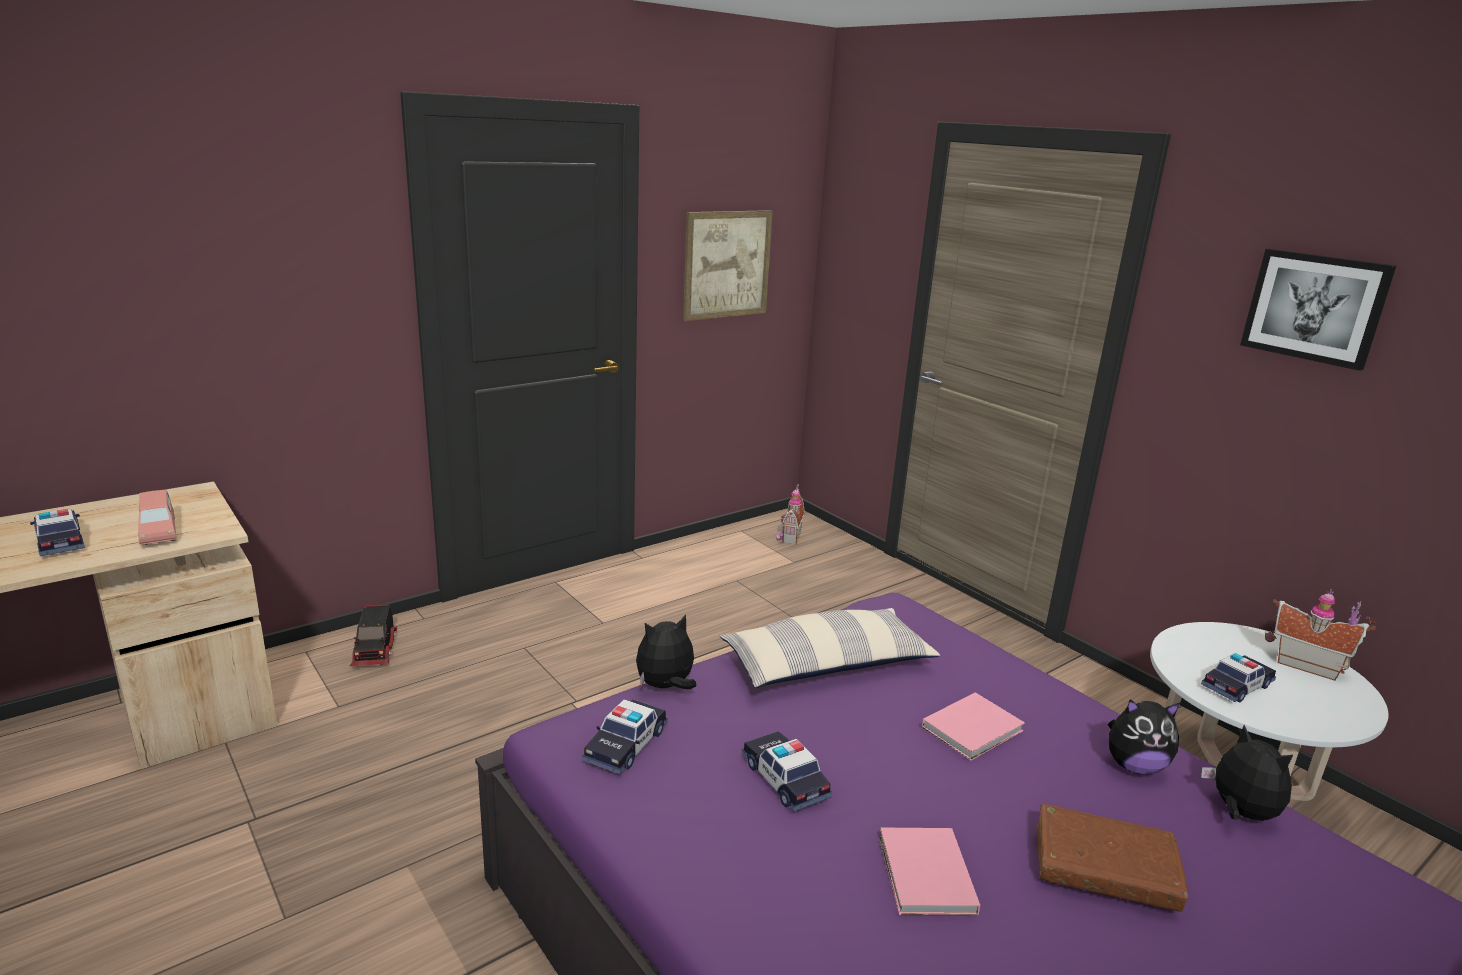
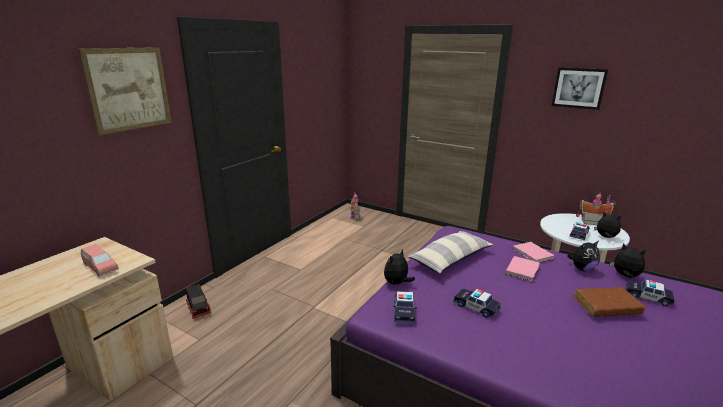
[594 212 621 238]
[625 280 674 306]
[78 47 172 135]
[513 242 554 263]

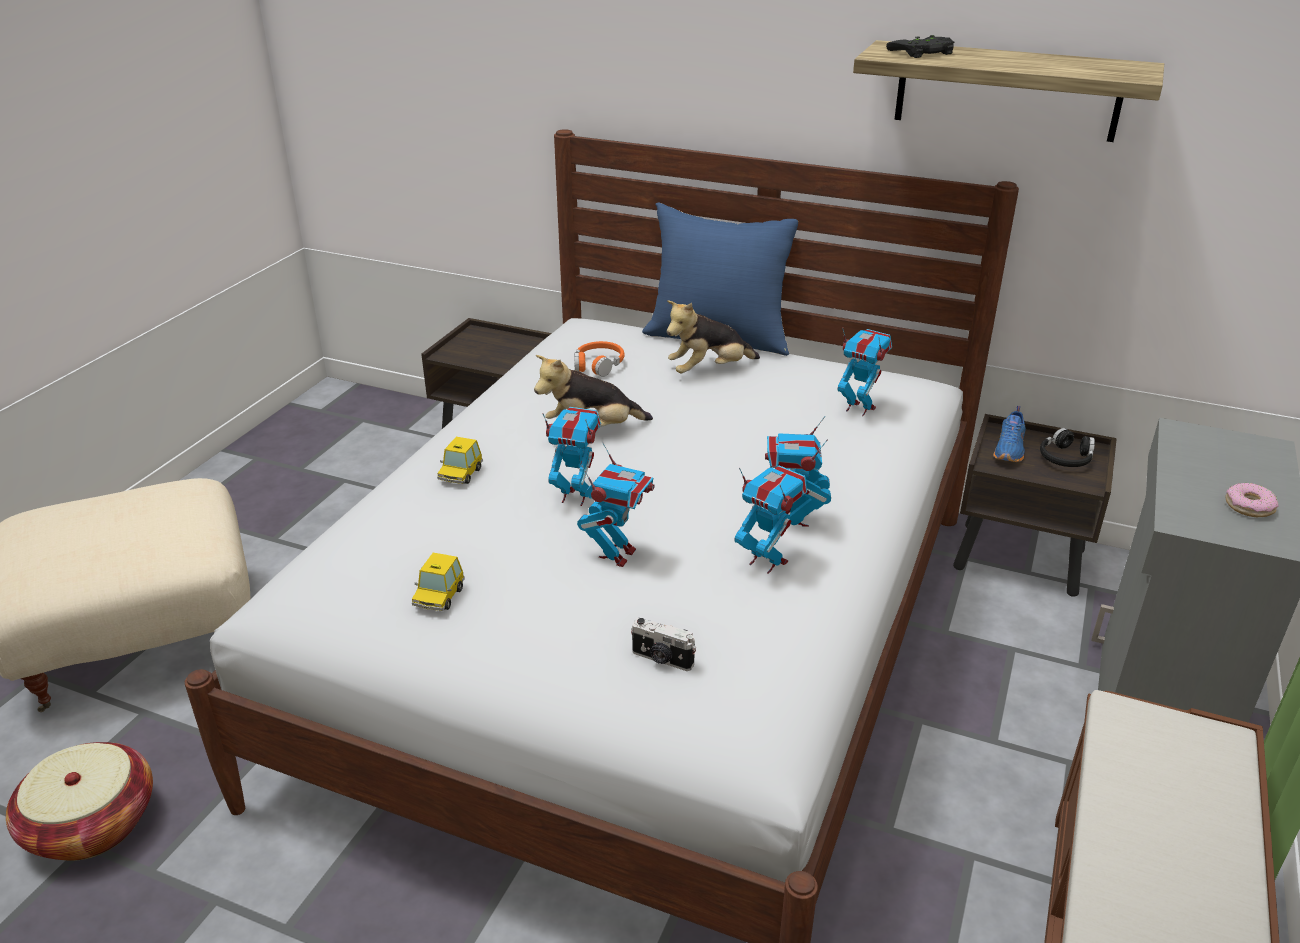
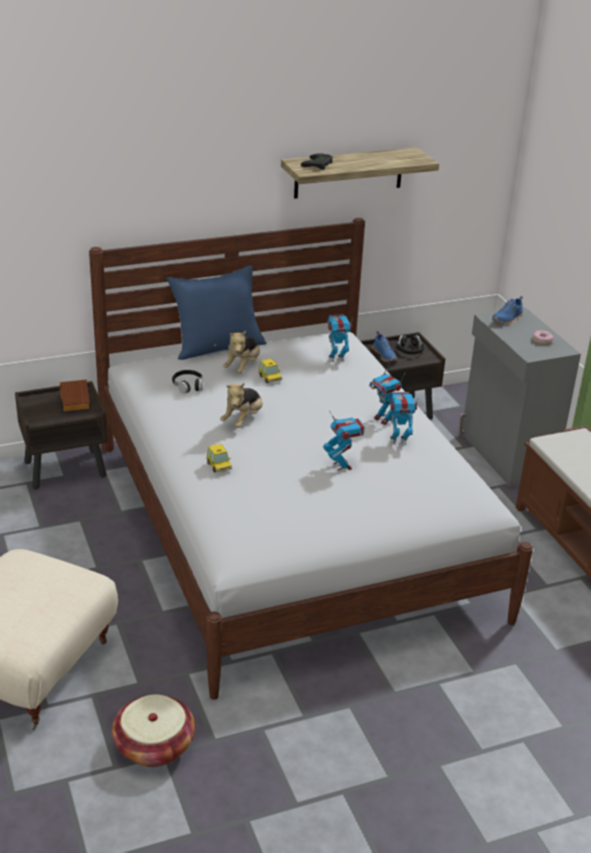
[543 407 601 506] (first image)
[631 618 696 671] (first image)
[60 379 90 411]
[492 296 523 324]
[258 359 282 383]
[172 370 203 394]

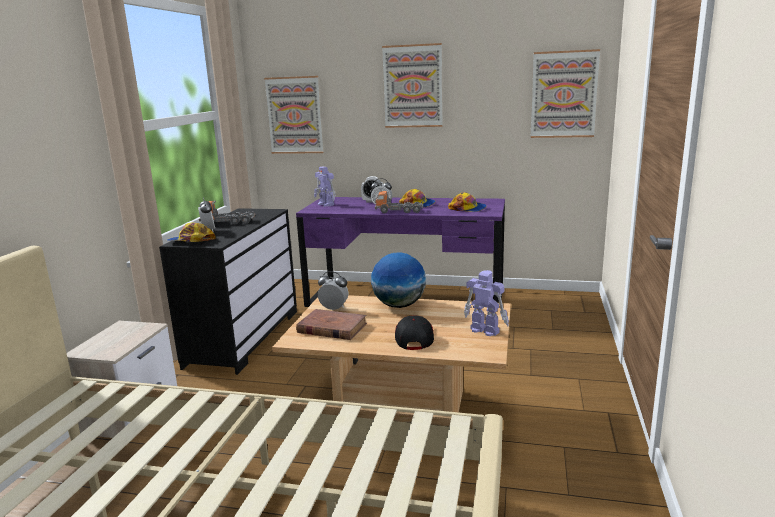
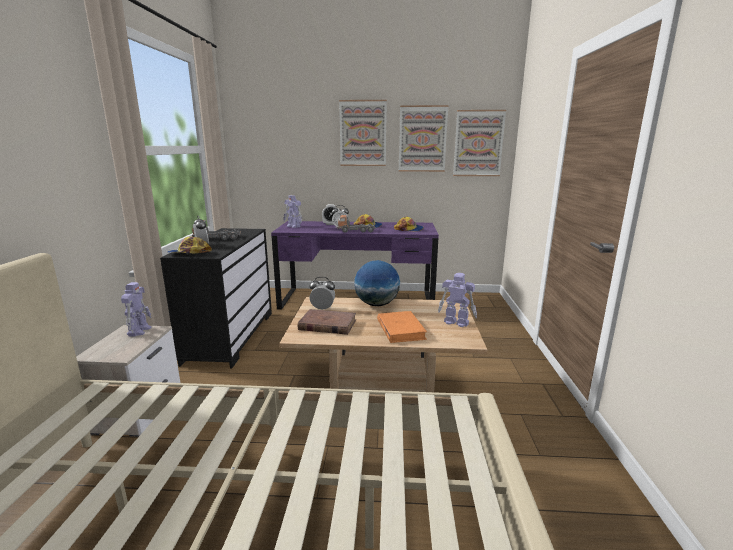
[121 282 151 336]
[399 105 448 172]
[377 311 427 343]

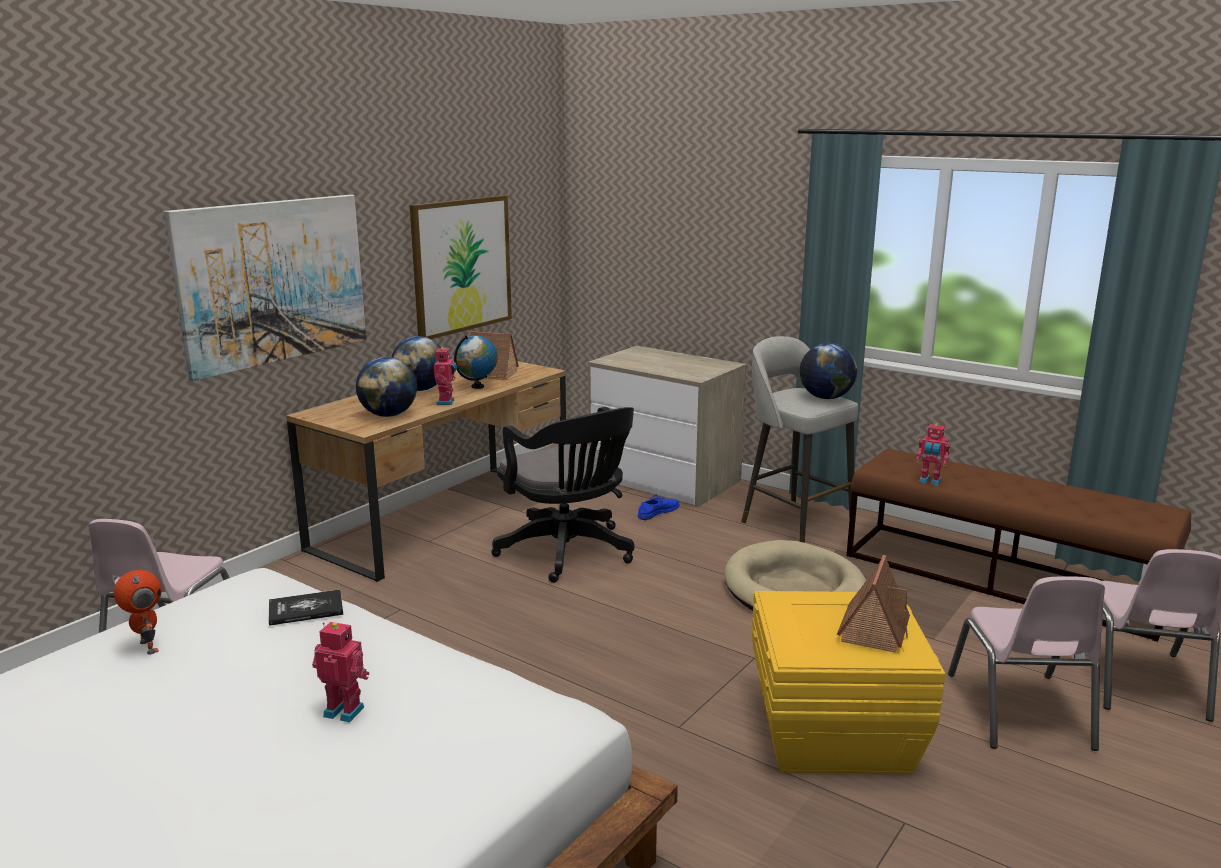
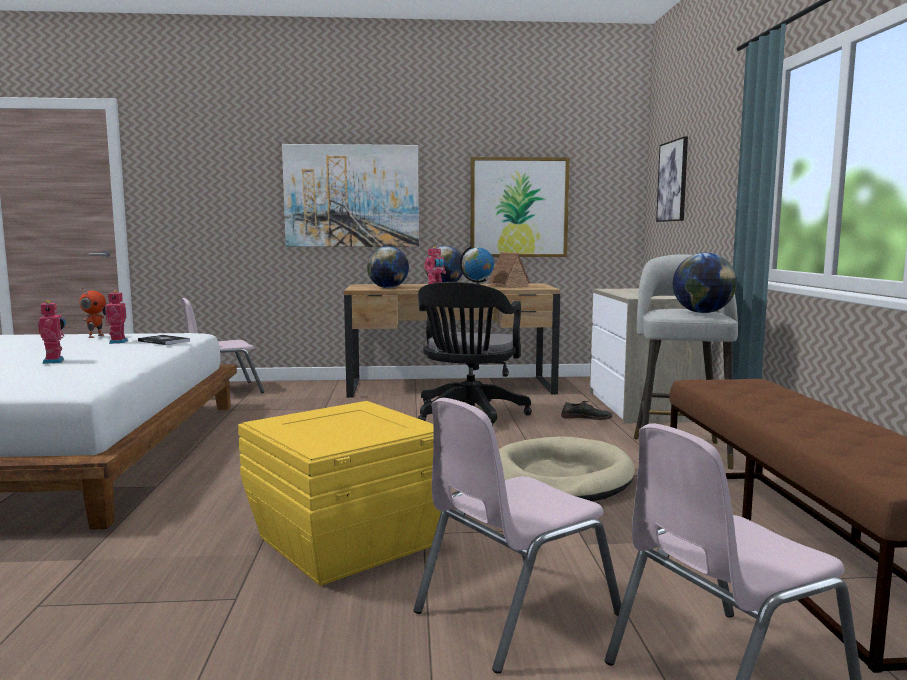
[837 555 910 653] (first image)
[656 136 688 222]
[103 290 128 344]
[561 401 613 420]

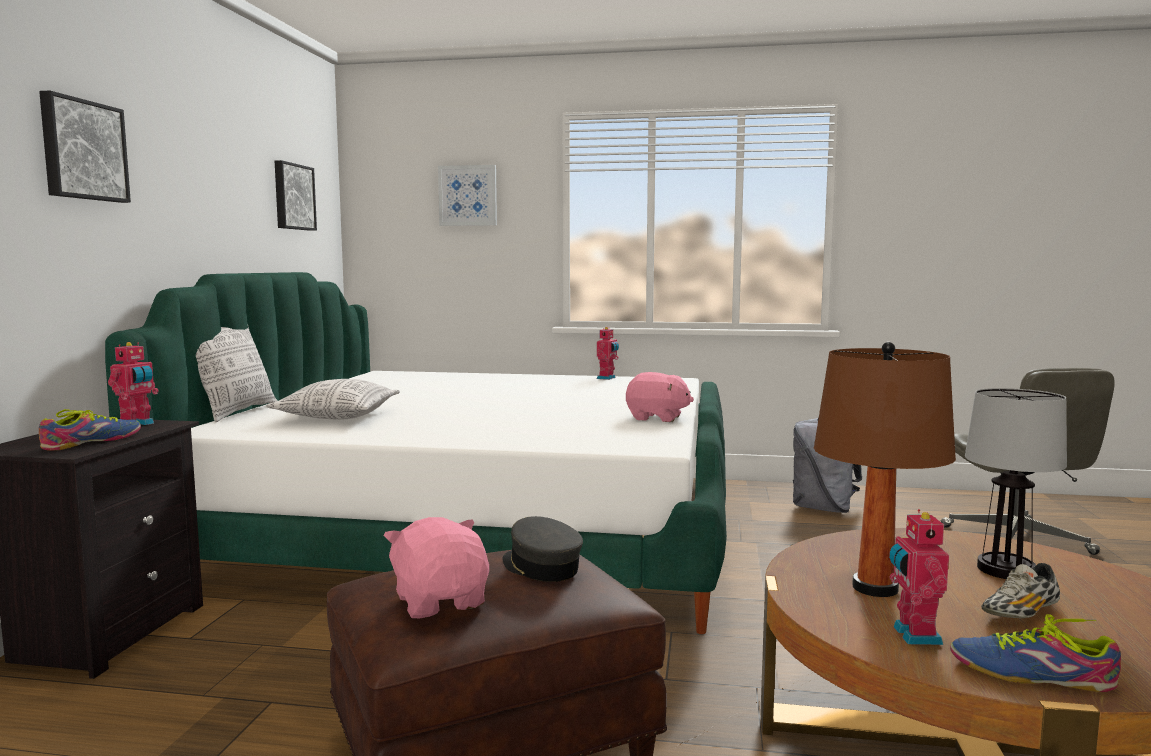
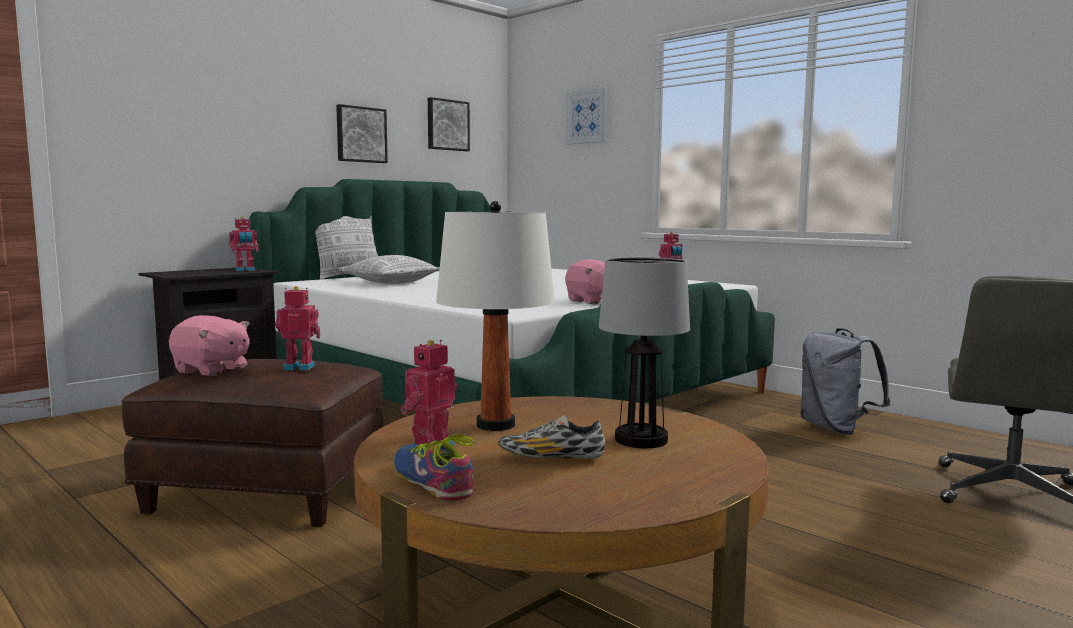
[39 409 141 451] (first image)
[336 104 388 163]
[275 286 320 370]
[436 201 555 431]
[169 315 250 376]

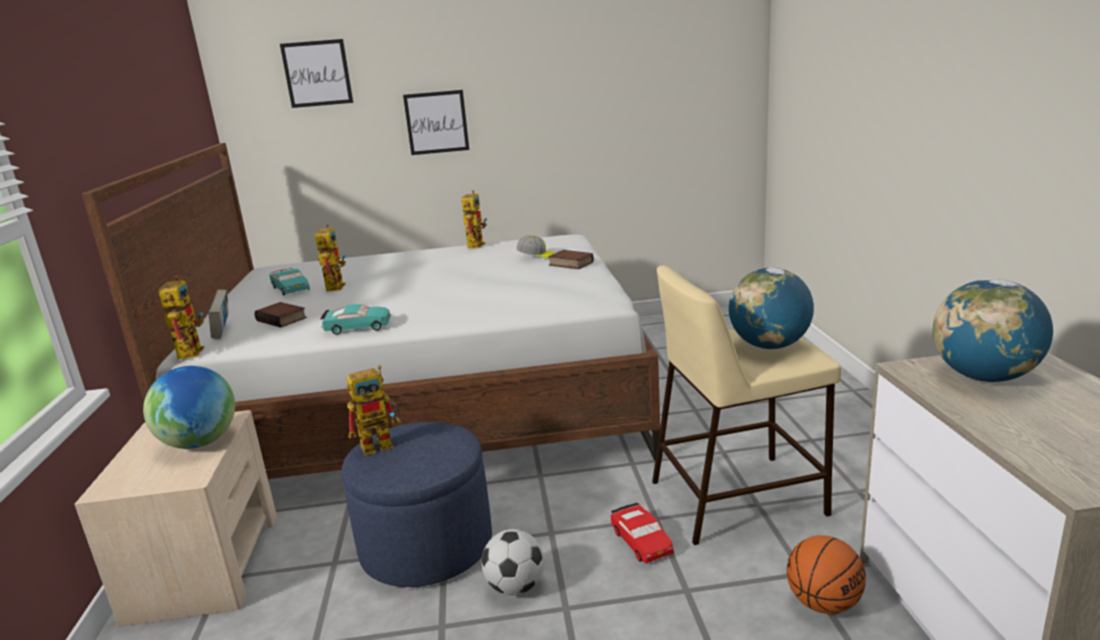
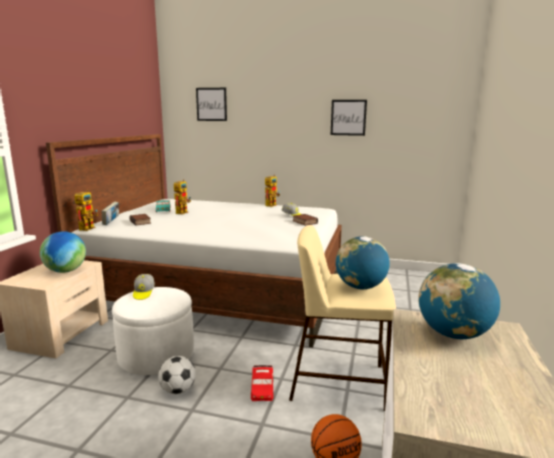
[320 304 391 335] (first image)
[331 100 367 136]
[133 274 155 300]
[112 287 194 375]

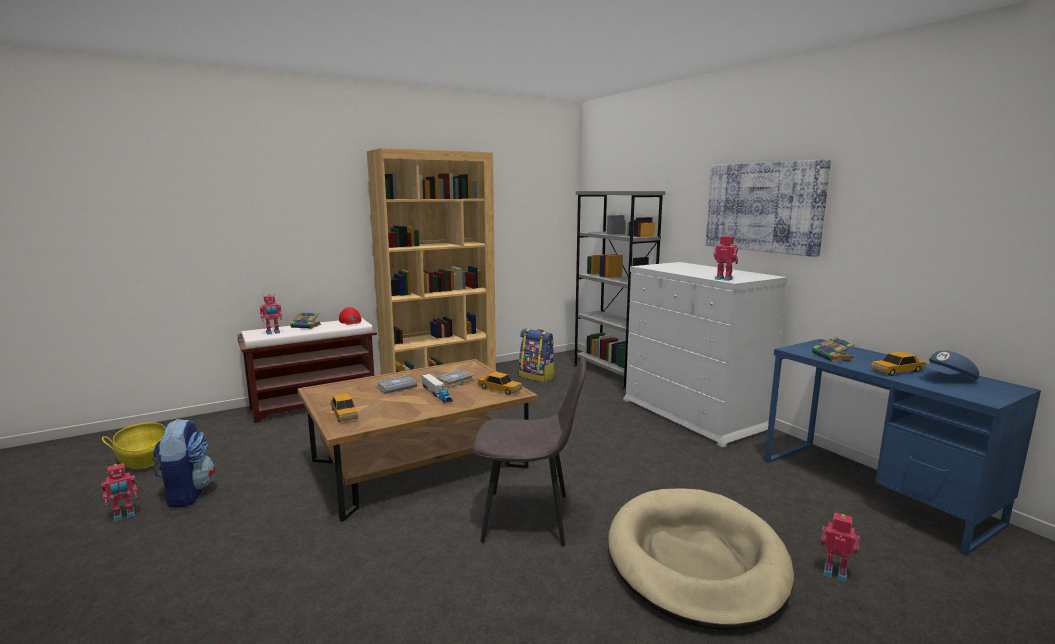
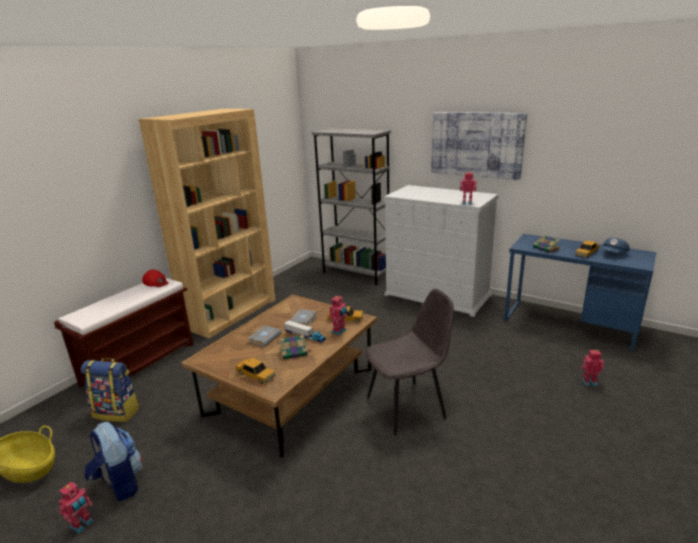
[608 488 794 631] (first image)
[329 296 348 335]
[279 334 312 360]
[81 358 140 422]

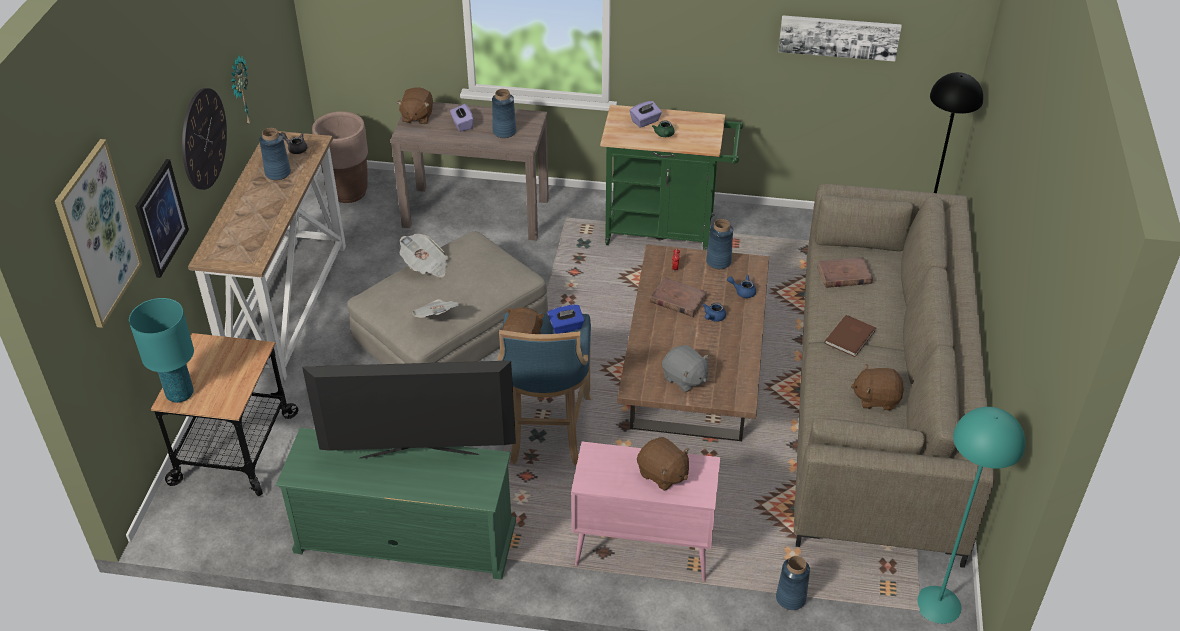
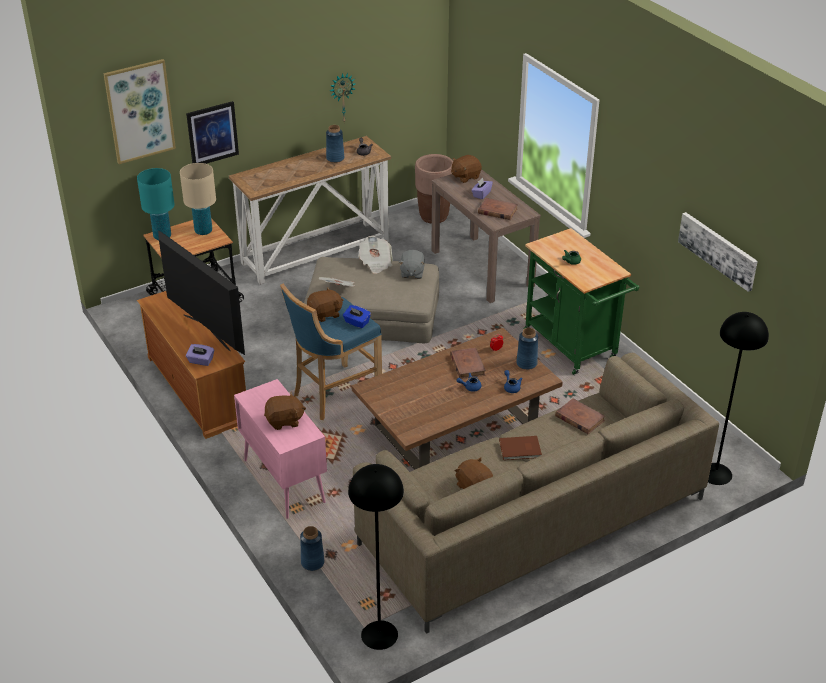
[182 88 227 190] (first image)
[180 163 216 235]
[186 344 214 366]
[399 250 425 279]
[478 198 518 220]
[137 291 246 439]
[348 464 404 650]
[264 392 306 430]

